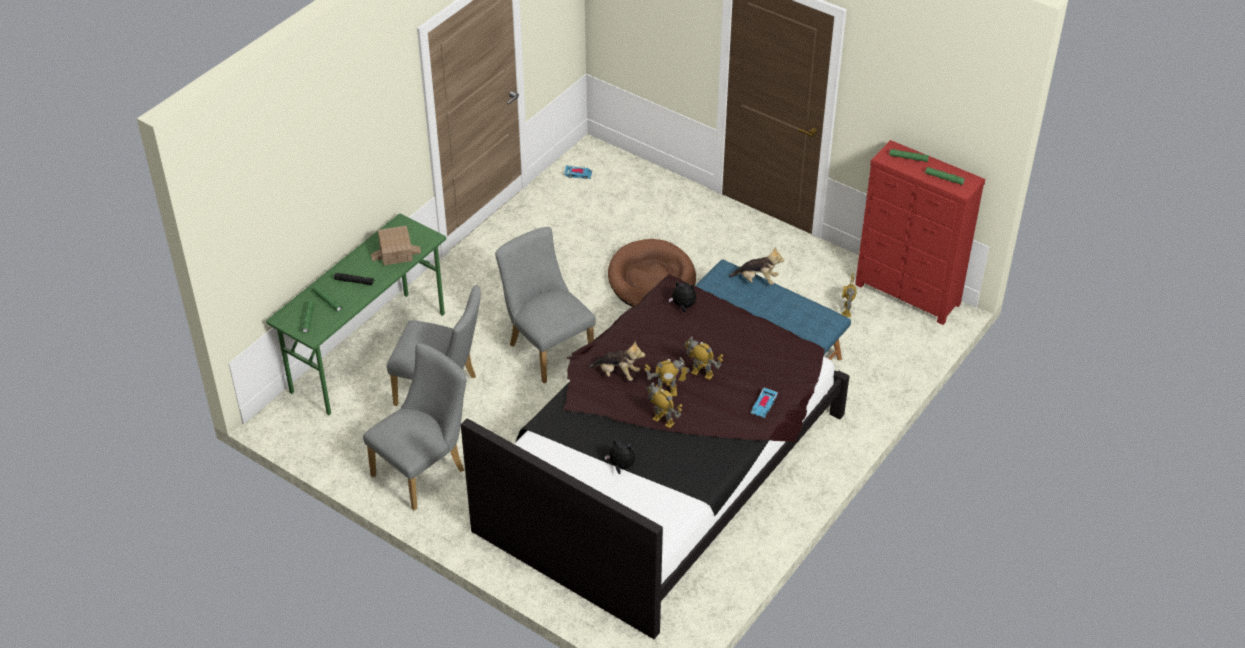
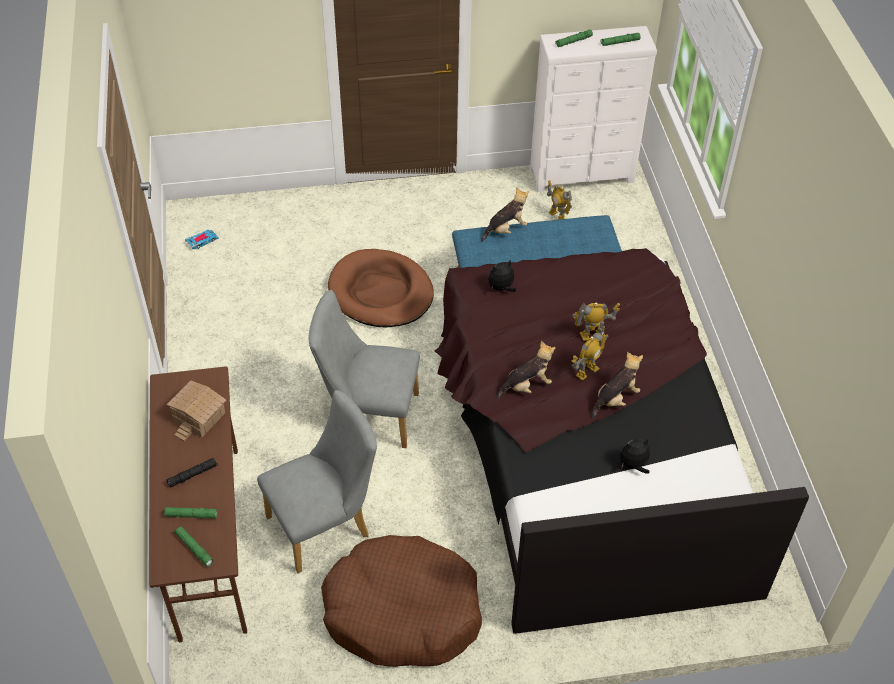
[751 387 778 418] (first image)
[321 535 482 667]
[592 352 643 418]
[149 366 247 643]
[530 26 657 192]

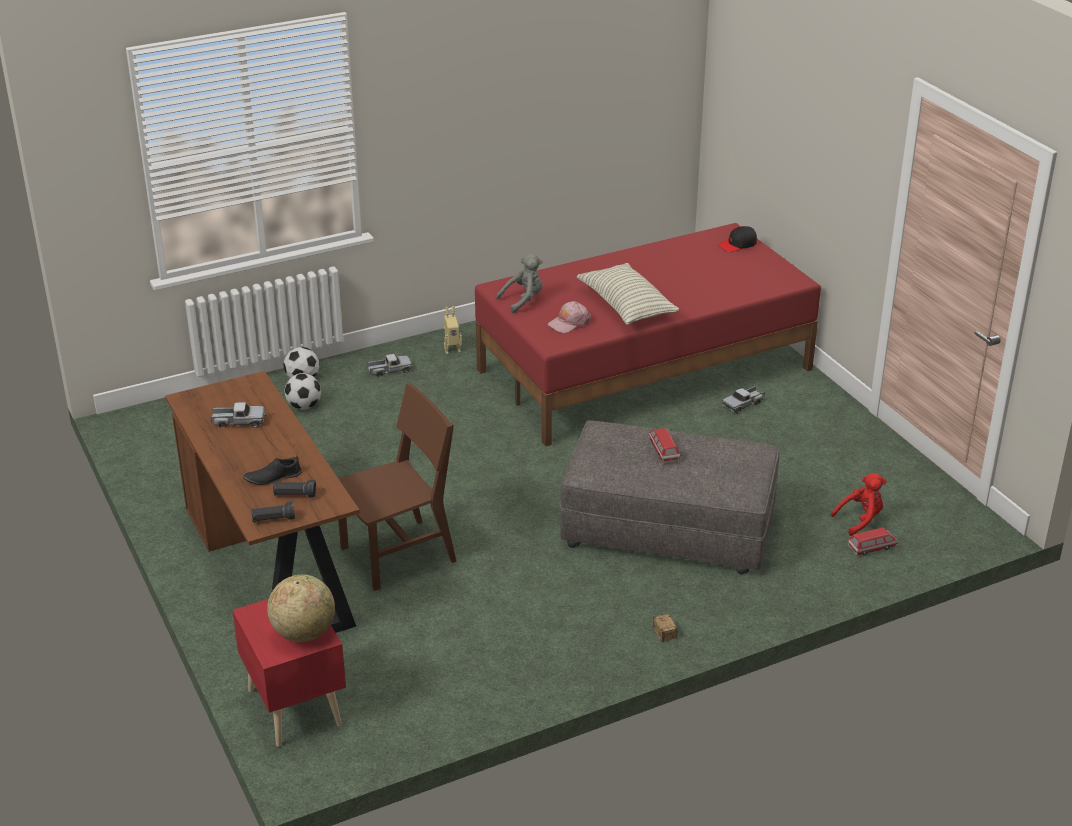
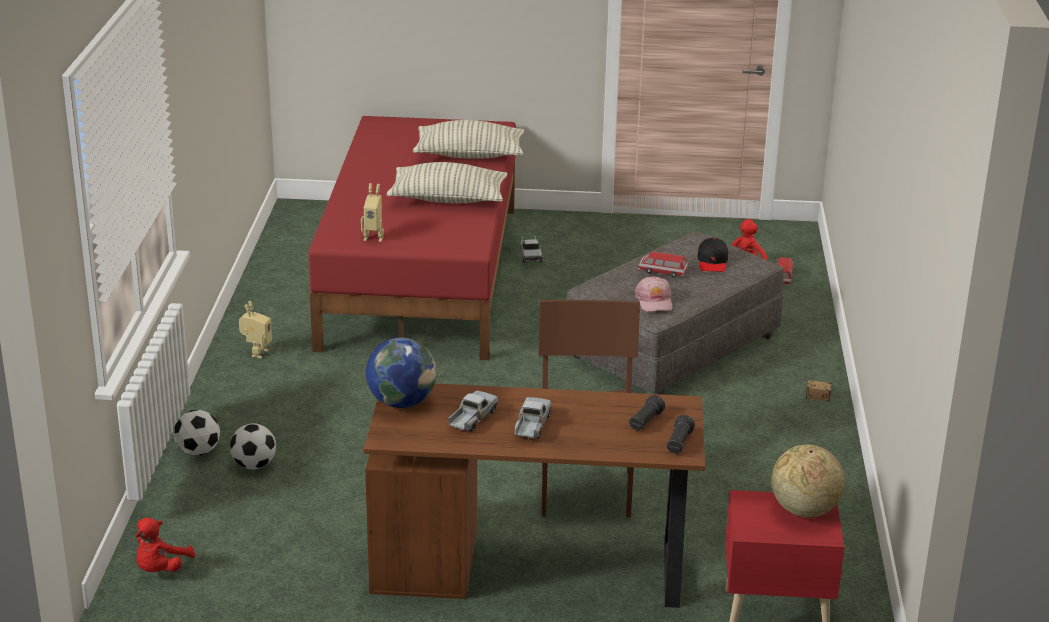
[243 455 302 485] (first image)
[136 517 195 572]
[366 337 436 408]
[413 120 524 159]
[515 397 552 439]
[634 276 673 312]
[697 238 728 272]
[361 183 384 242]

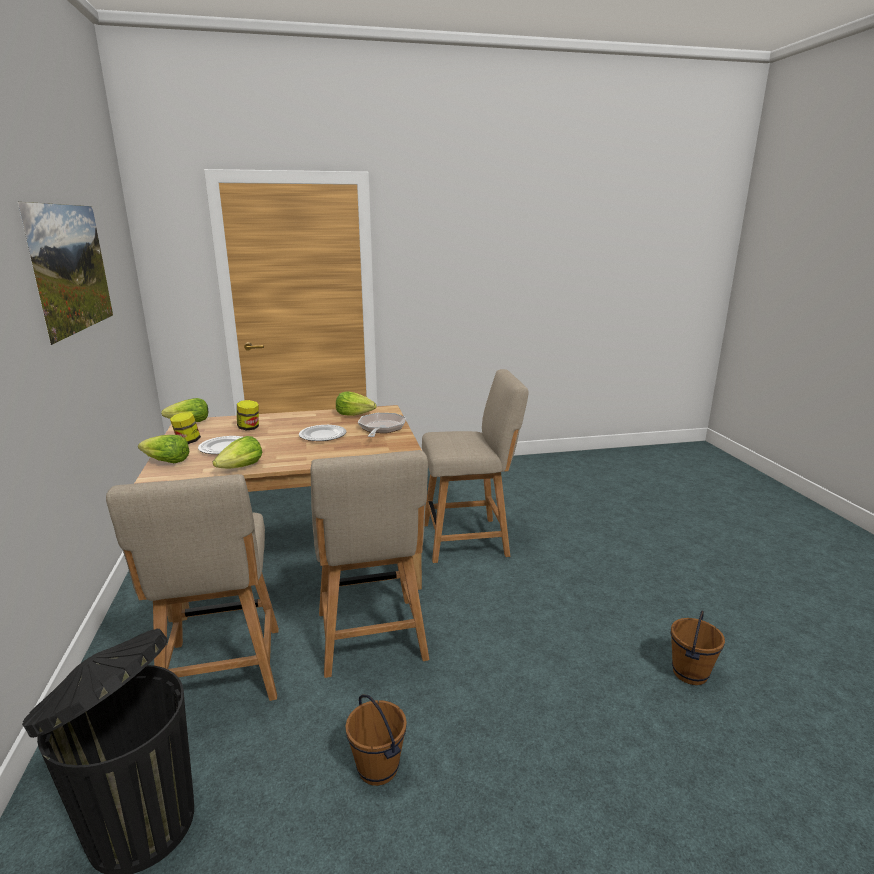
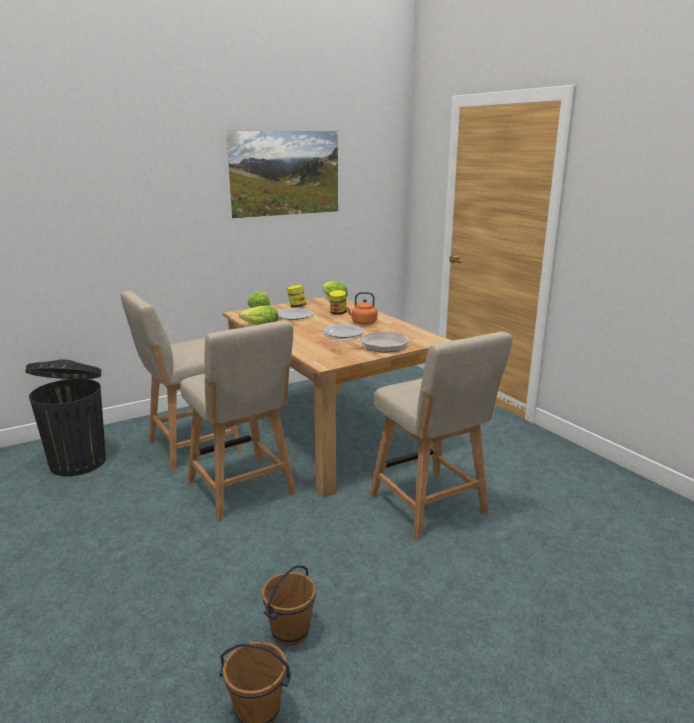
[336 391 377 416] (first image)
[345 292 377 325]
[262 565 316 646]
[180 320 296 521]

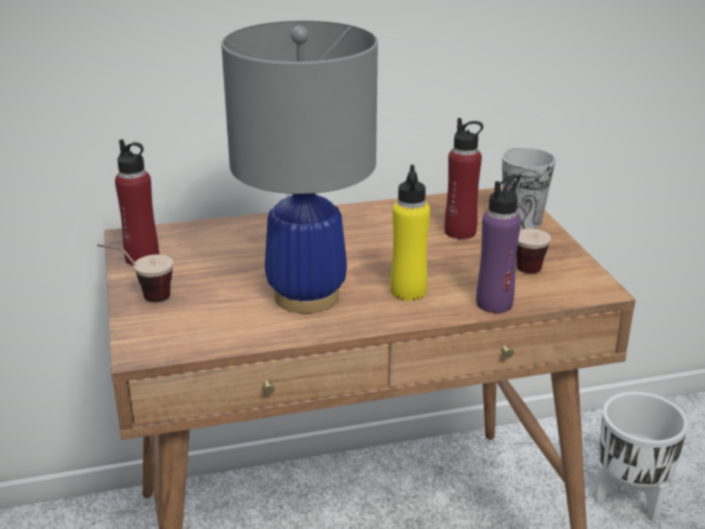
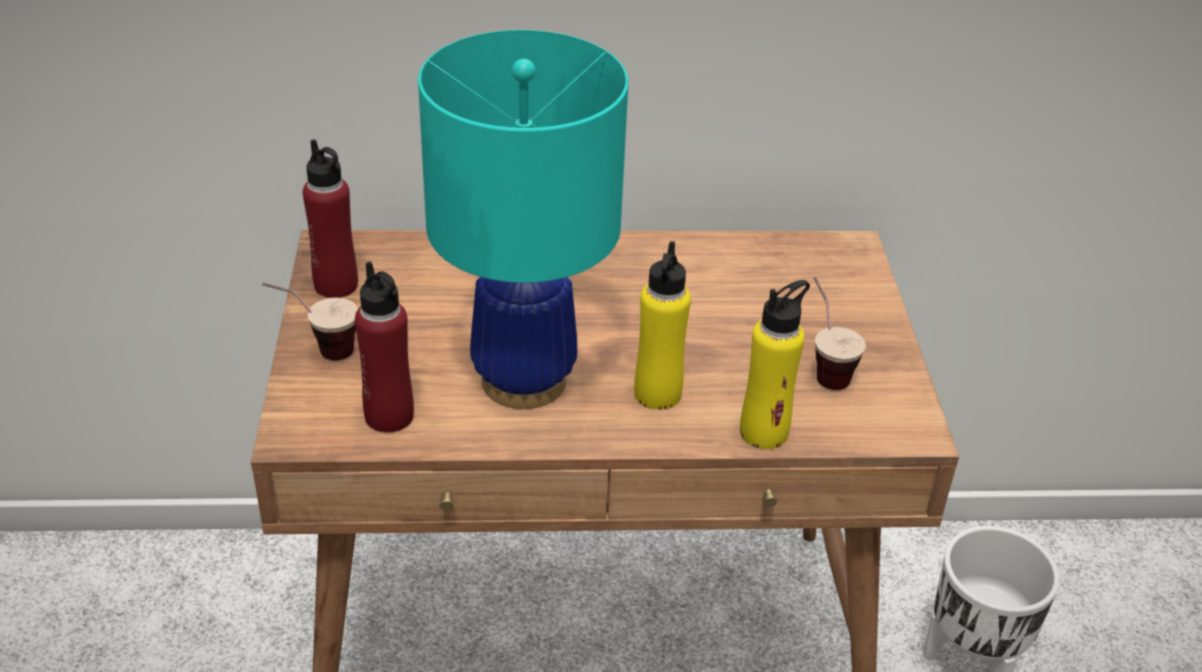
[502 148 556 229] (first image)
[355 261 414 433]
[418 30 628 409]
[740 280 810 449]

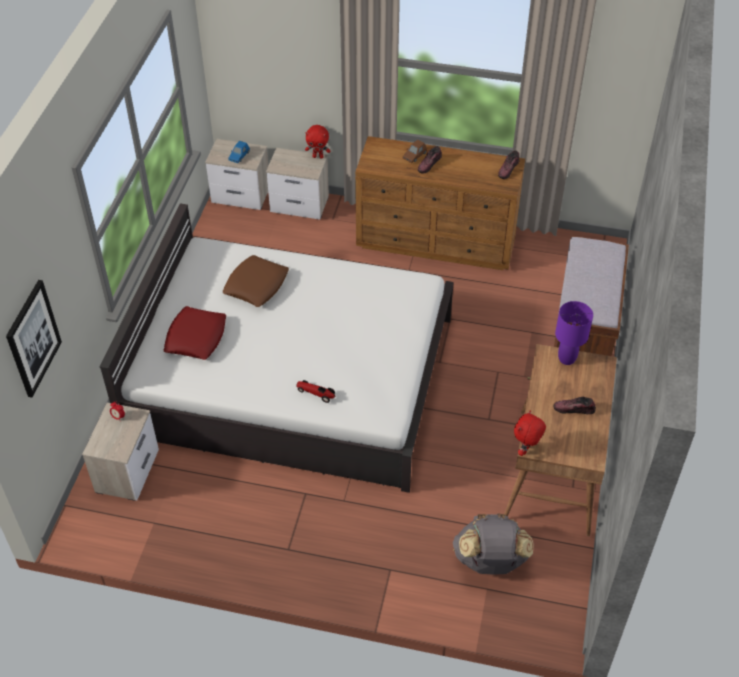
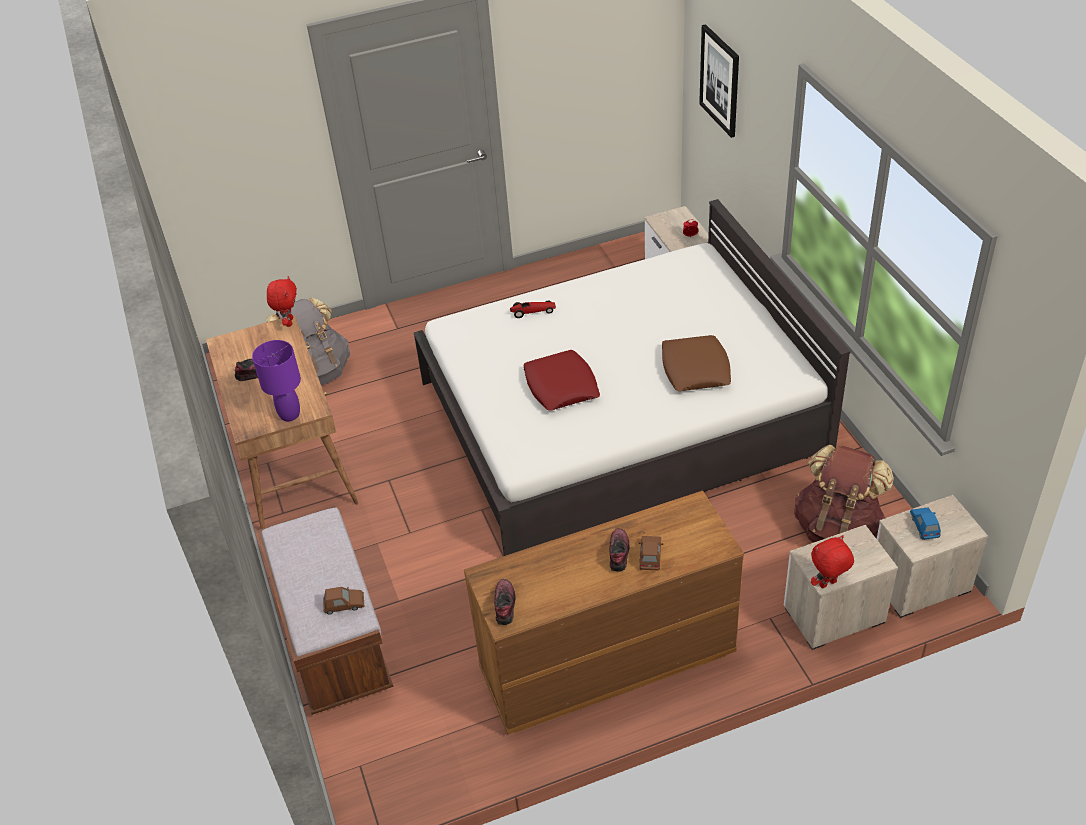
[323 587 365 615]
[794 445 894 542]
[523 350 600 411]

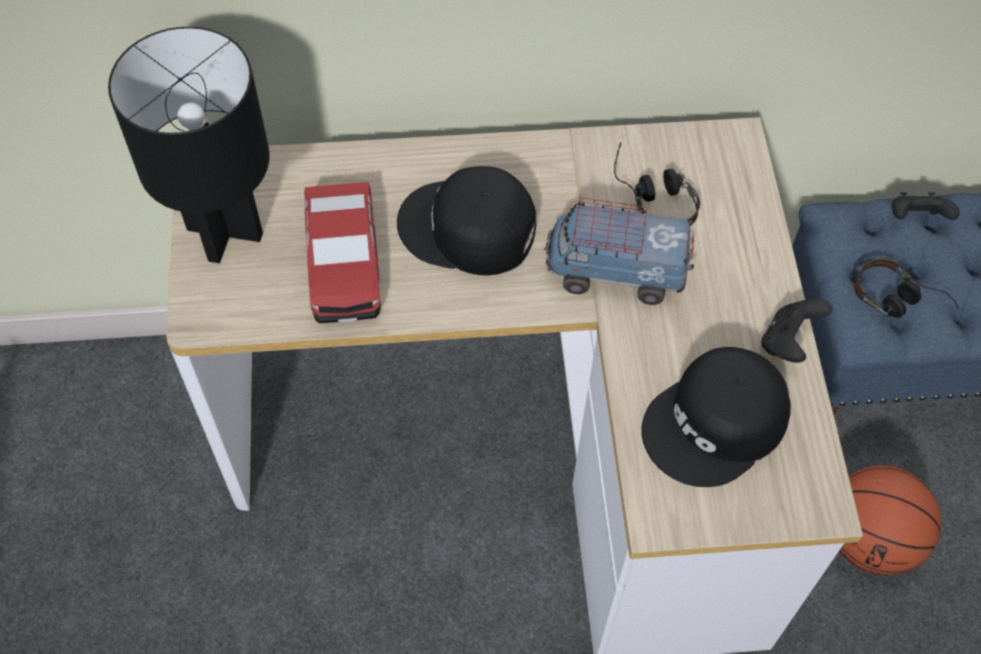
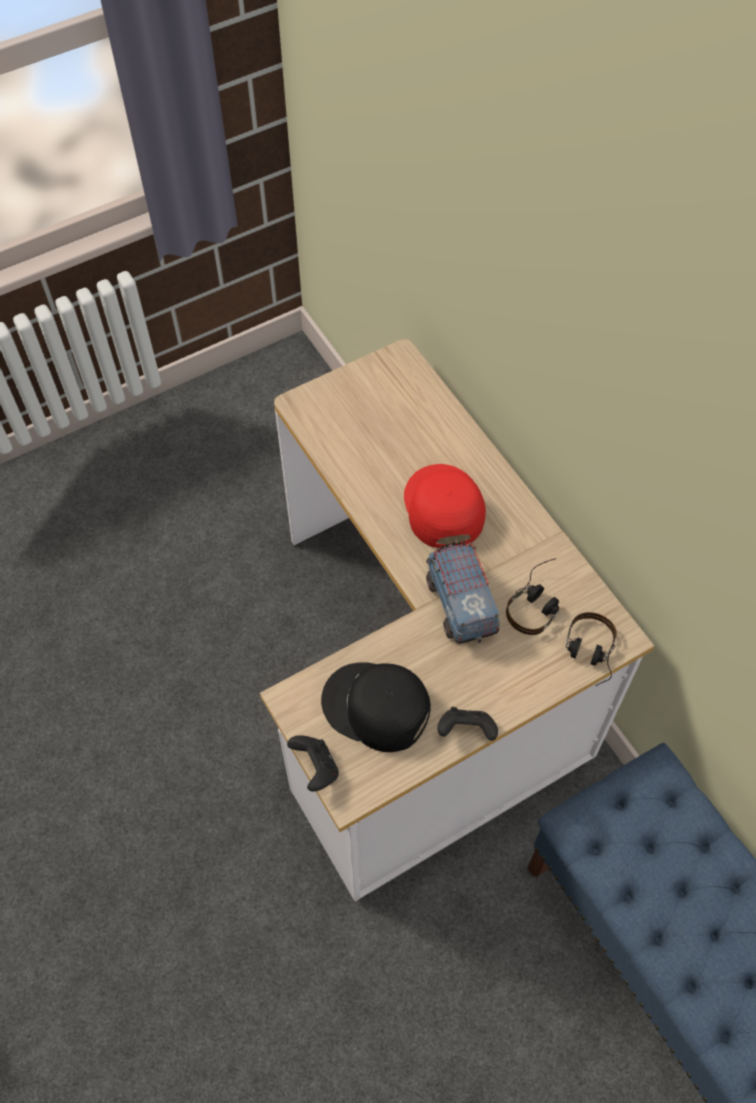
[108 27 270 263] (first image)
[304 182 381 323] (first image)
[839 466 941 575] (first image)
[566 612 617 686]
[287 735 339 792]
[404 464 486 548]

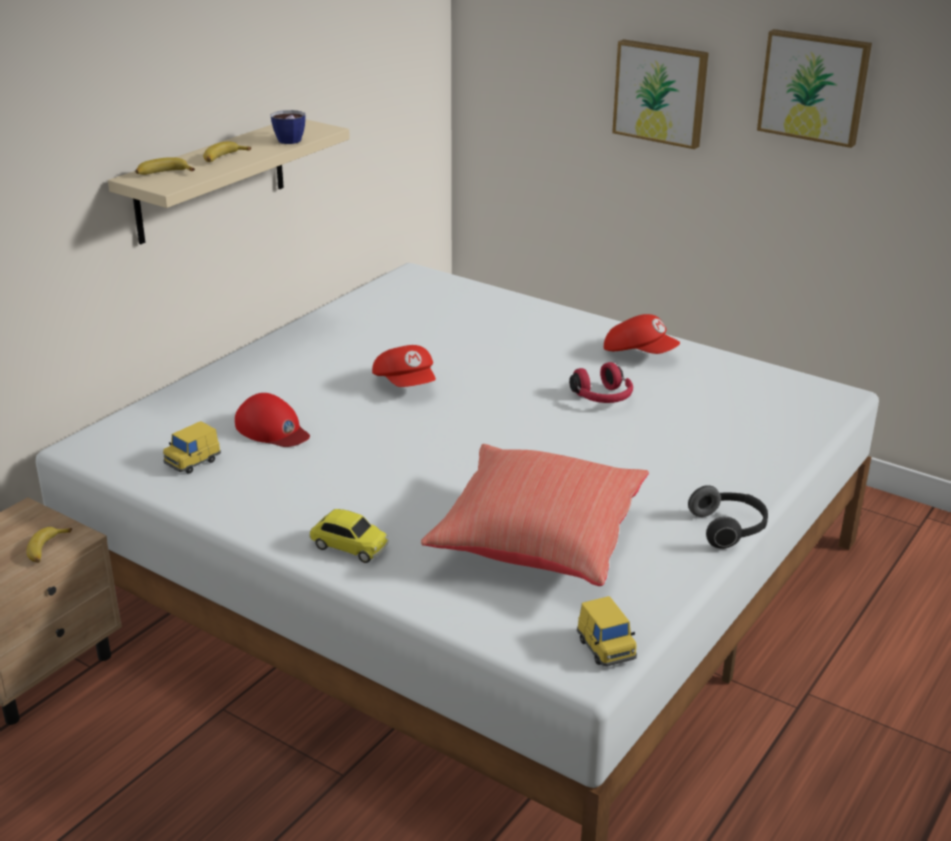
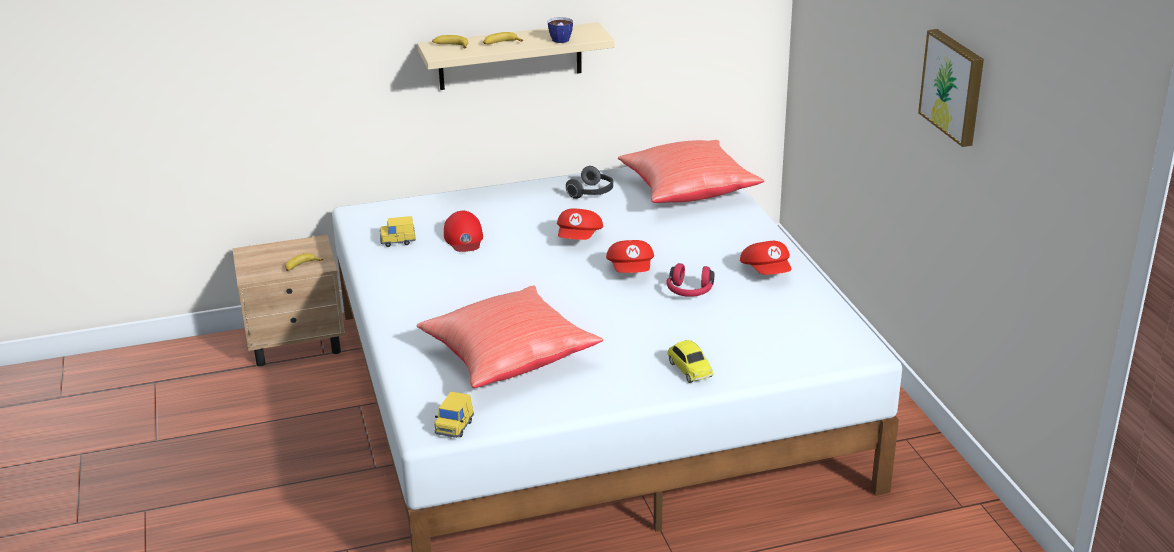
[612 39 709 149] (first image)
[606 240 654 273]
[618 140 764 203]
[667 340 713 383]
[566 166 613 199]

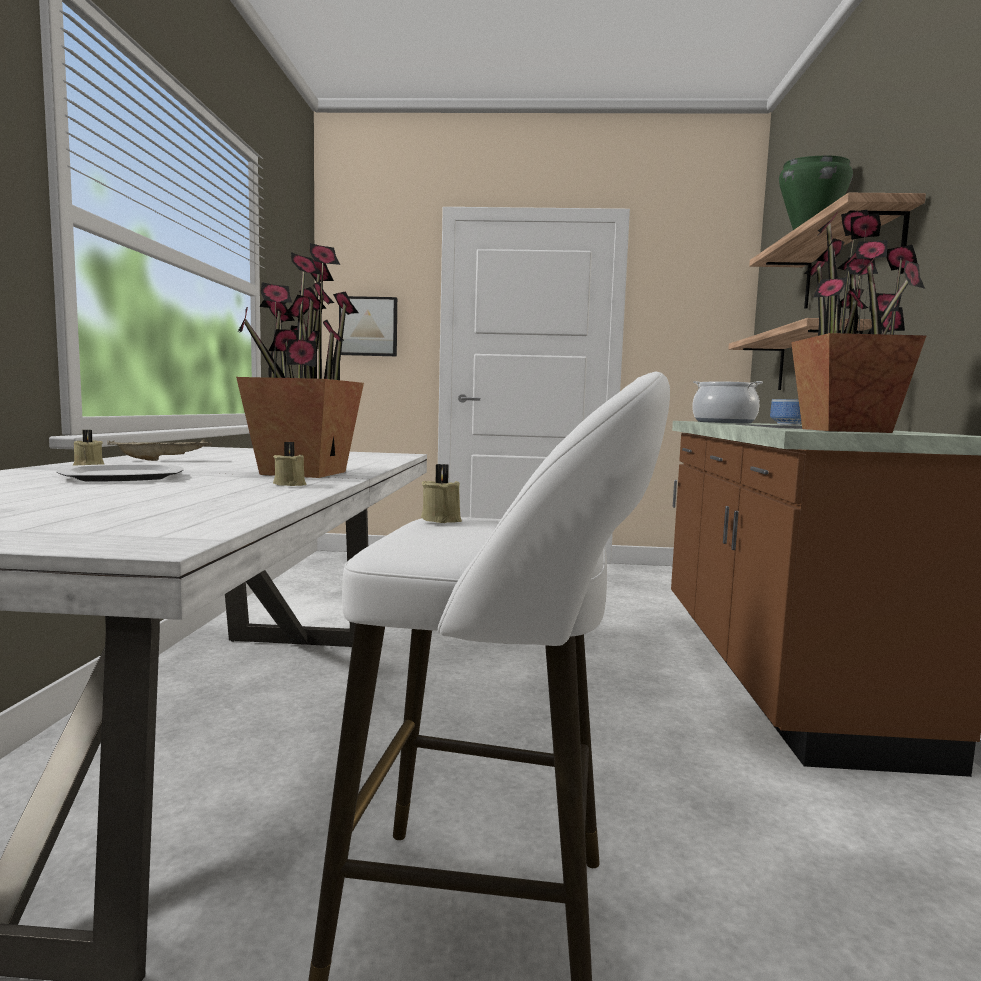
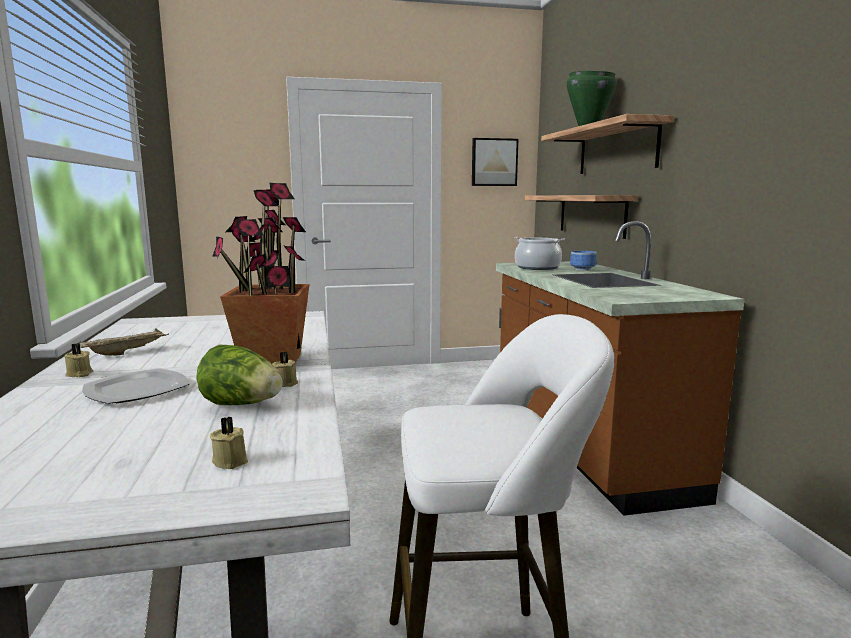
[791 210 927 433] (first image)
[196 345 283 405]
[472 138 518 186]
[210 416 248 469]

